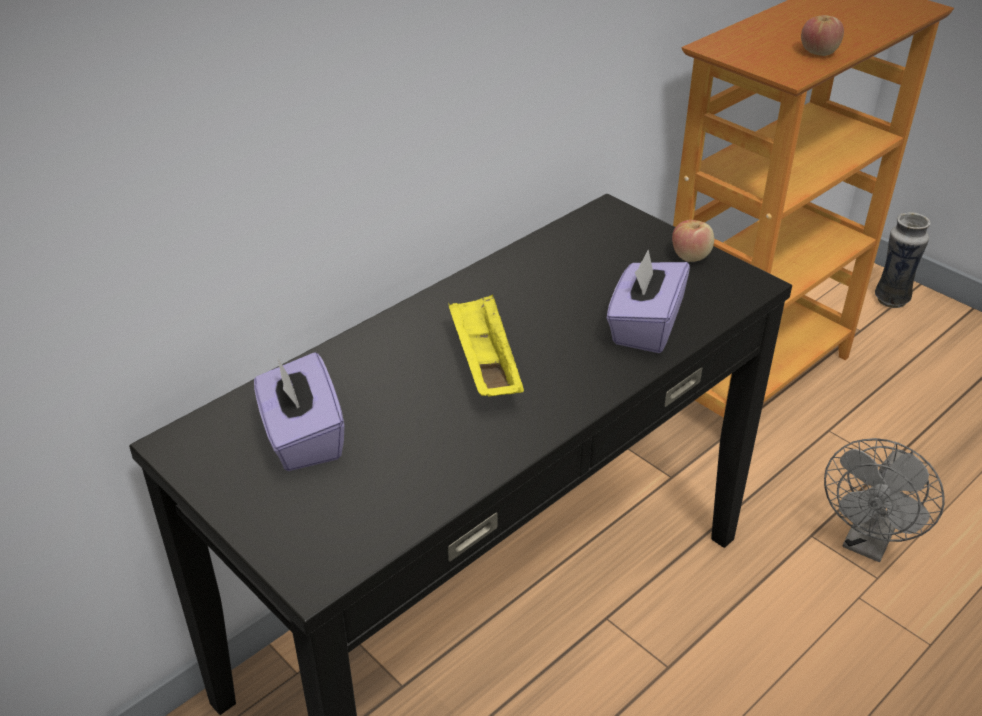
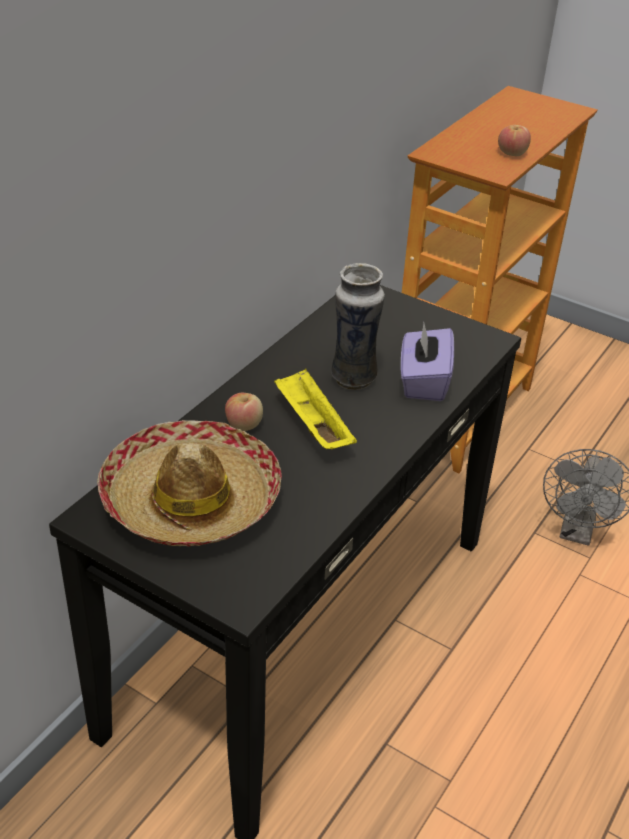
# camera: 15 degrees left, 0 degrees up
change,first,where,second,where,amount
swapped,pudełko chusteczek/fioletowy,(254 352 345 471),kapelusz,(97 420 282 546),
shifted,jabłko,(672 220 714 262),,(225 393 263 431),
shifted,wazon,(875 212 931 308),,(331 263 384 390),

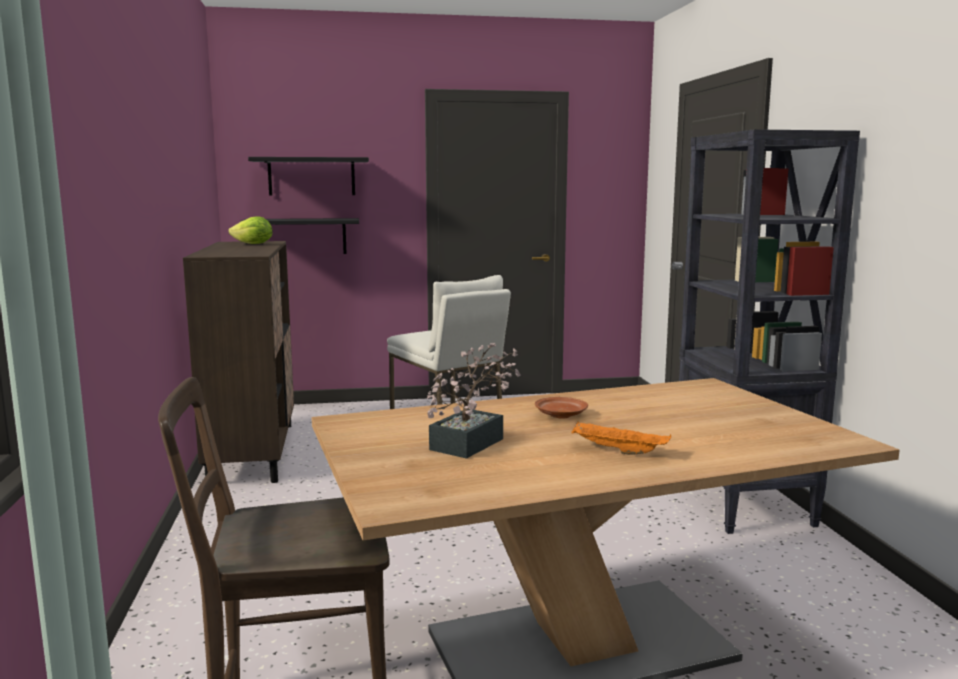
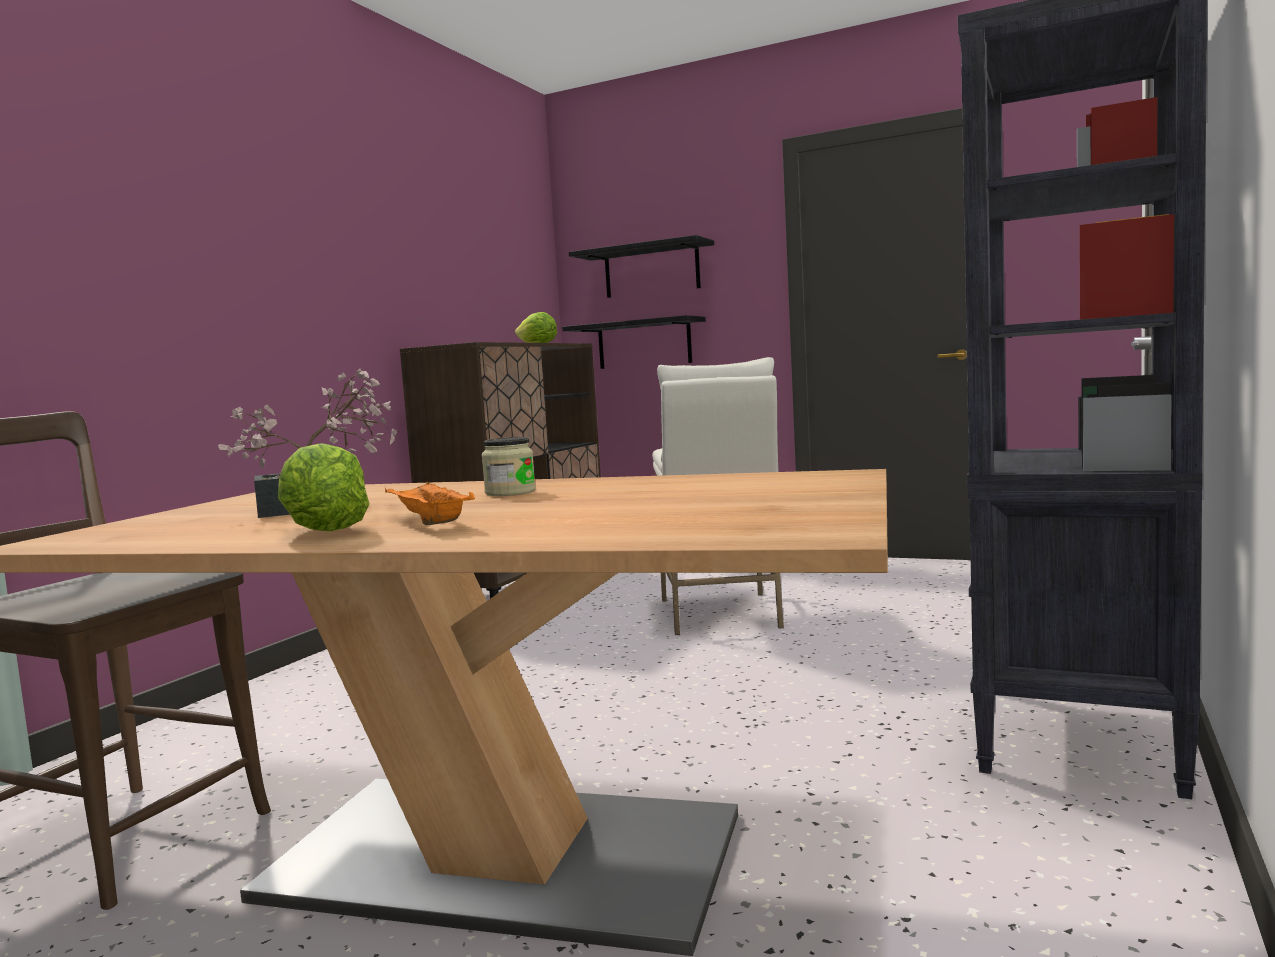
# camera: 35 degrees right, 5 degrees down
change,first,where,second,where,amount
swapped,talerz/brązowy,(535 397 588 419),słoik,(482 437 536 496),
new,,,sałata,(278 443 370 532),

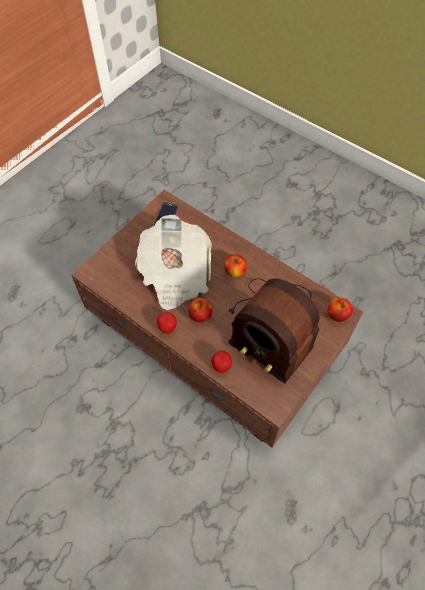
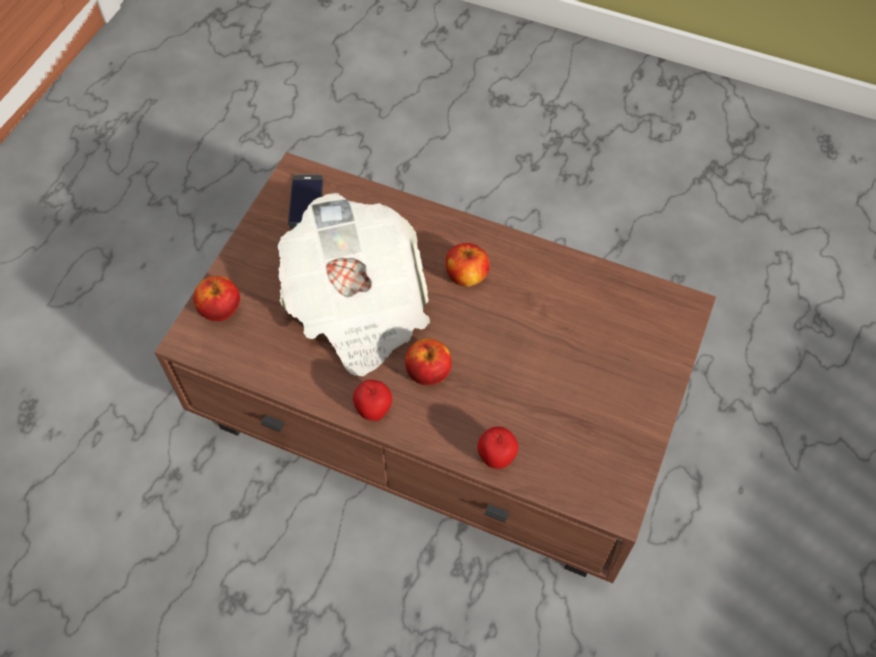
# camera: 15 degrees left, 0 degrees up
change,first,where,second,where,amount
gone,radio,(228 278 320 384),,,
shifted,jabłko,(327 298 353 322),,(194 276 240 321),

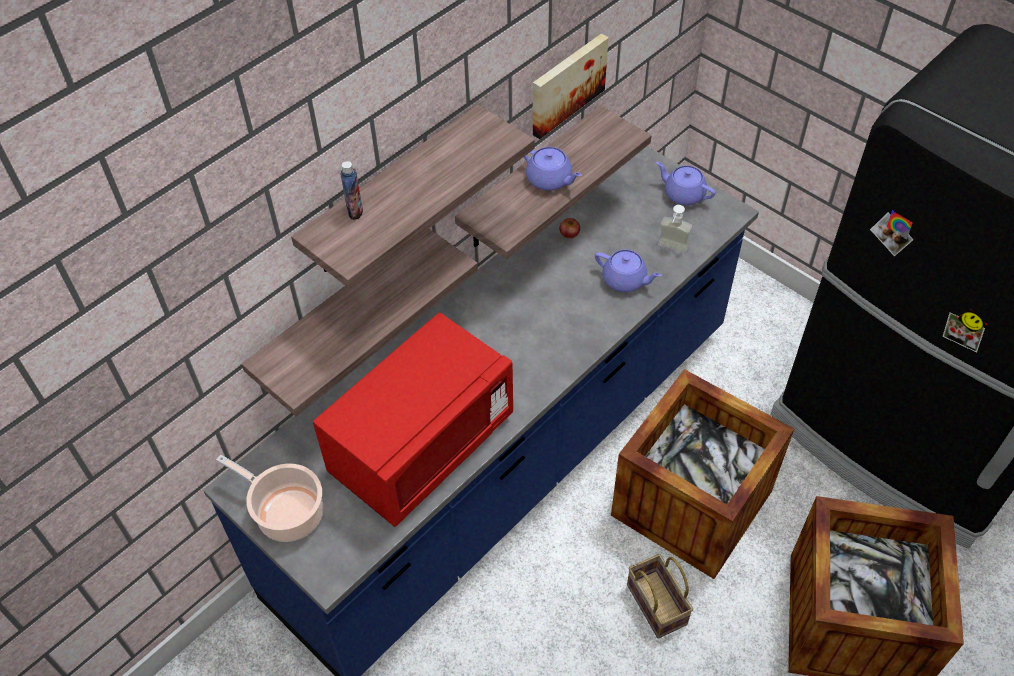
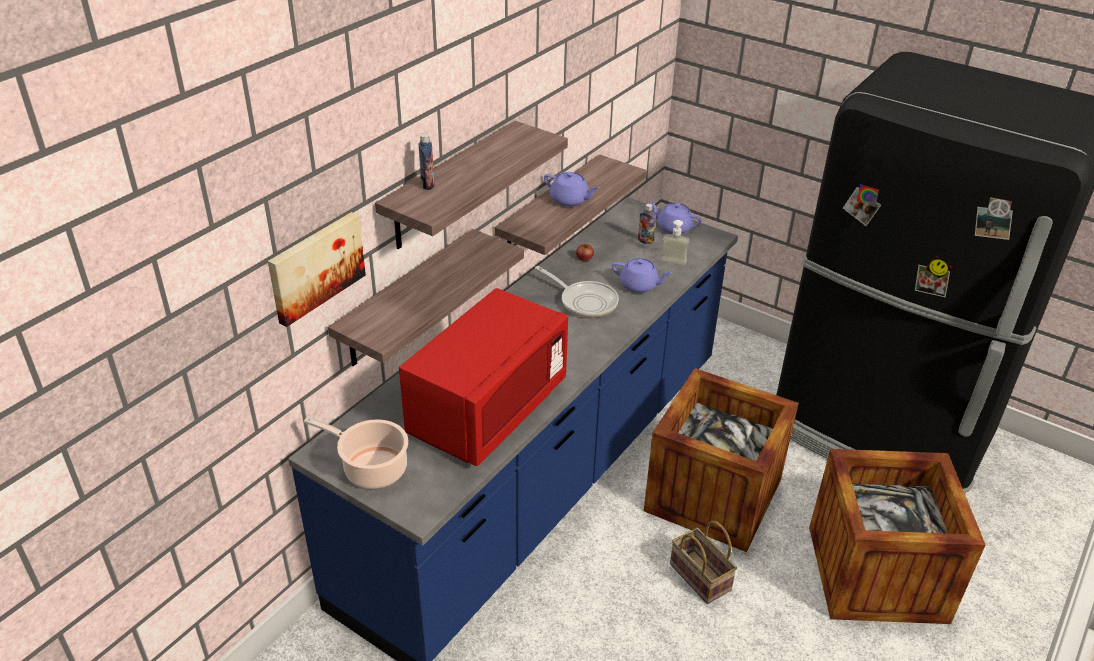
# camera: 10 degrees left, 15 degrees down
change,first,where,second,where,amount
shifted,obraz,(533 34 609 139),,(268 212 366 327),
new,,,patelnia,(535 266 619 318),
new,,,butelka,(638 204 656 244),

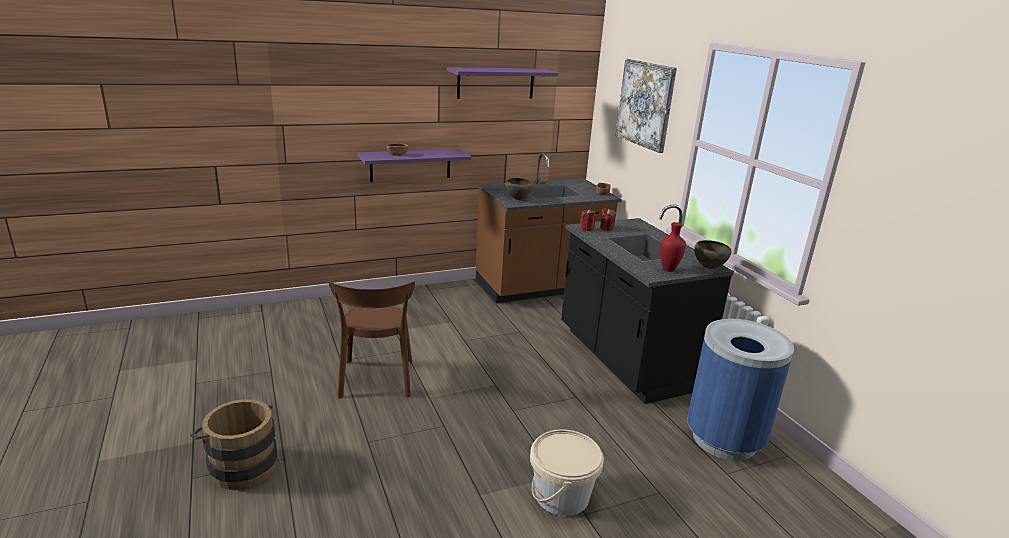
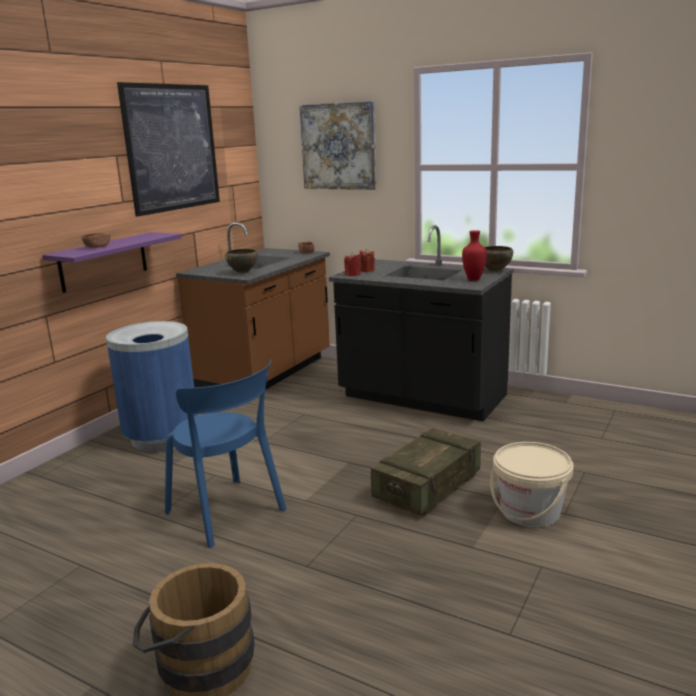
# camera: 35 degrees left, 5 degrees down
change,first,where,second,where,amount
repainted,krzesło/brązowy,(328 281 415 398),krzesło/niebieski,(165 359 286 548),
swapped,półka/fioletowy,(447 67 559 99),obraz,(117 82 220 216),
shifted,kosz na śmieci/niebieski,(687 319 794 461),,(106 321 198 452),
new,,,skrzynka,(371 428 481 516),

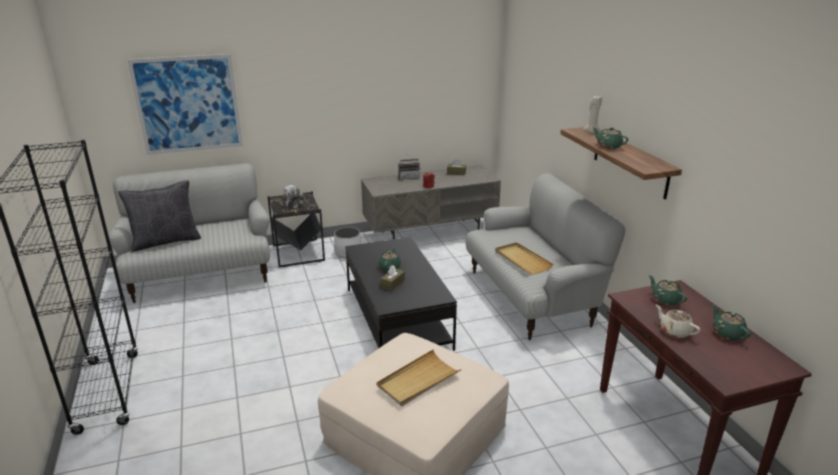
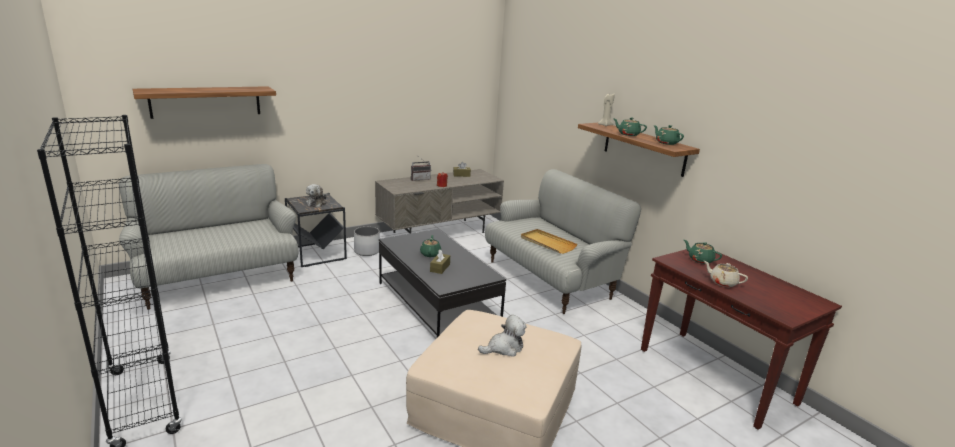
# camera: 15 degrees left, 5 degrees down
change,first,where,second,where,amount
gone,poduszka/czarny,(118 180 201 252),,,
swapped,obraz,(128 54 243 155),półka,(133 86 276 119),
swapped,taca/beżowy,(377 349 461 406),pluszak,(478 315 527 357),
shifted,imbryk/zielony,(712 304 751 340),,(654 125 684 145),

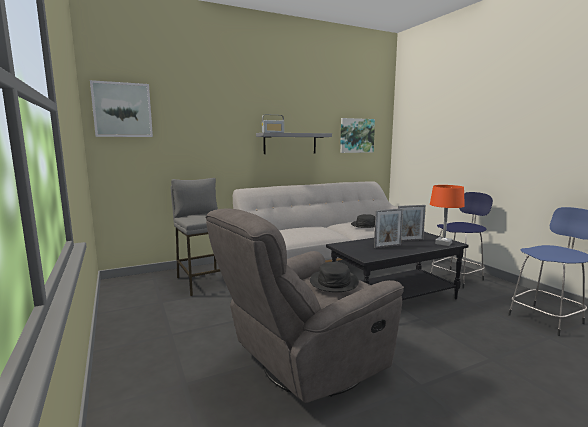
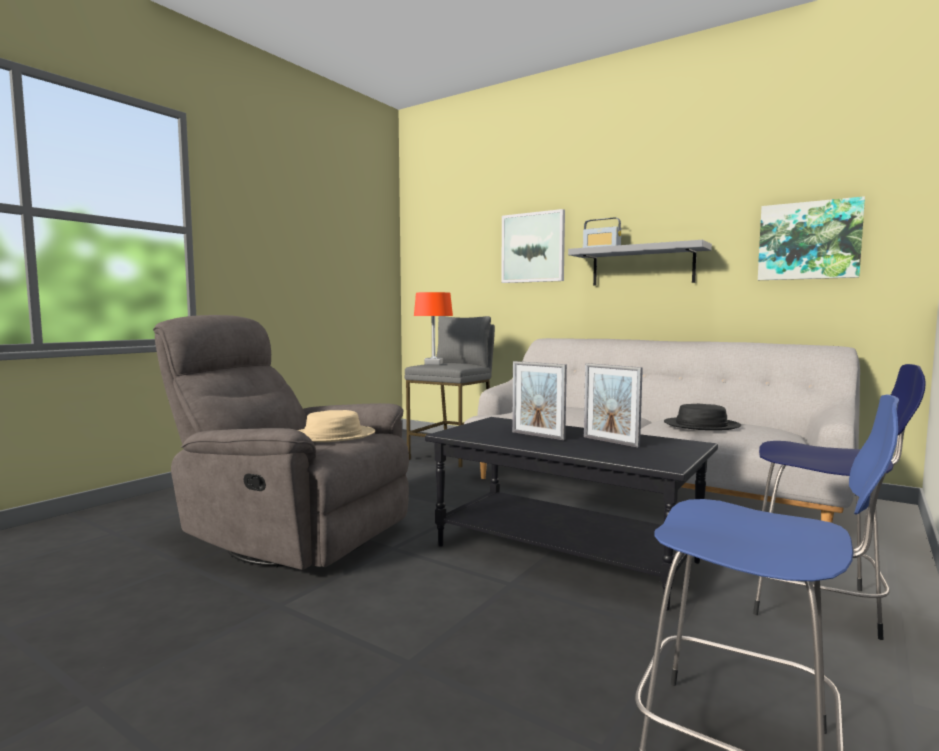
# camera: 60 degrees right, 5 degrees down
change,first,where,second,where,amount
shifted,obraz,(90 80 153 137),,(501 209 565 283),
repainted,kapelusz/czarny,(310 262 359 292),kapelusz/beżowy,(298 410 375 442),
shifted,lampa stołowa/pomarańczowy,(430 185 465 246),,(414 292 453 365),

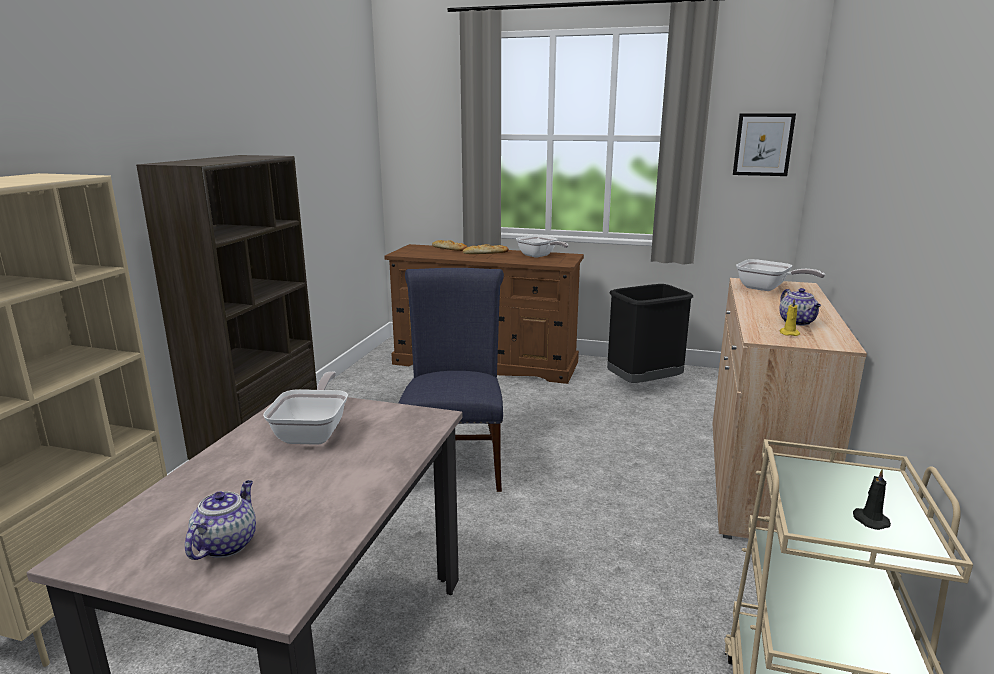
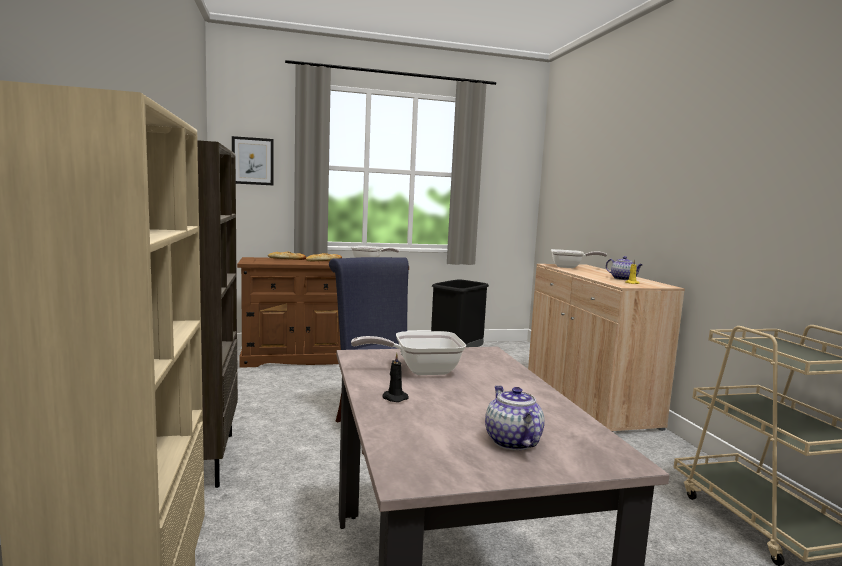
# camera: 30 degrees left, 10 degrees down
change,first,where,second,where,amount
rotated,patelnia,(263 371 348 445),,(351 331 466 375),75 degrees counterclockwise
shifted,obraz,(733 113 796 176),,(232 136 274 185),
shifted,świeca/czarny,(853 469 891 530),,(382 353 409 402),

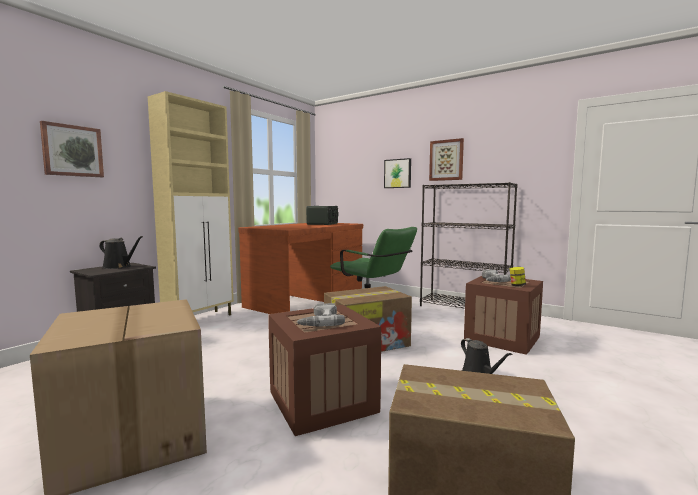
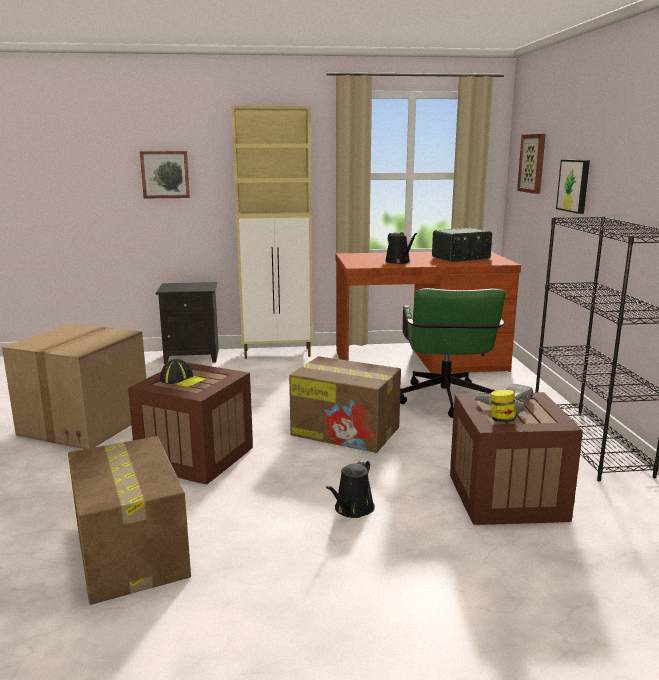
# camera: 50 degrees right, 10 degrees up
change,first,where,second,where,amount
shifted,konewka/czarny,(99 236 143 269),,(385 232 417 264),
swapped,wiertarka,(297 303 345 326),czapka z daszkiem,(160 359 206 387),
shifted,obraz,(429 138 464 181),,(517 134 546 194),

